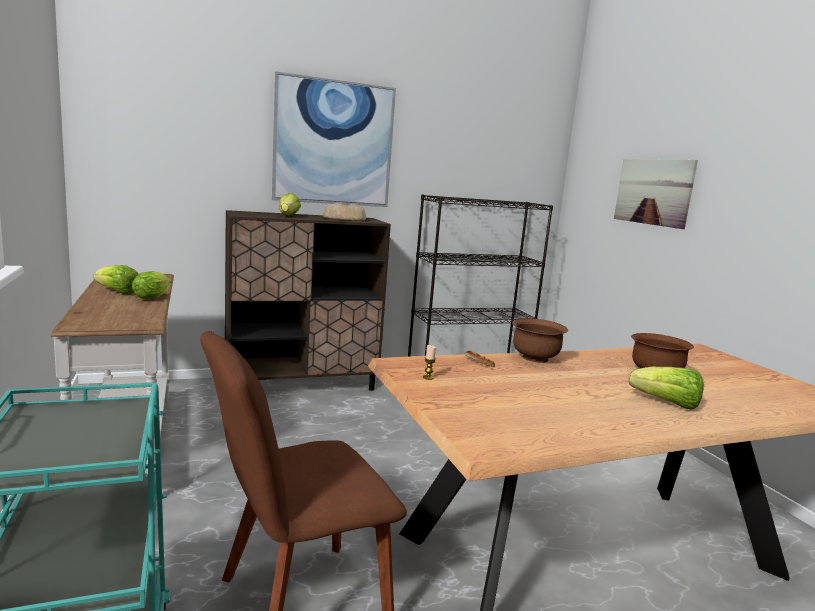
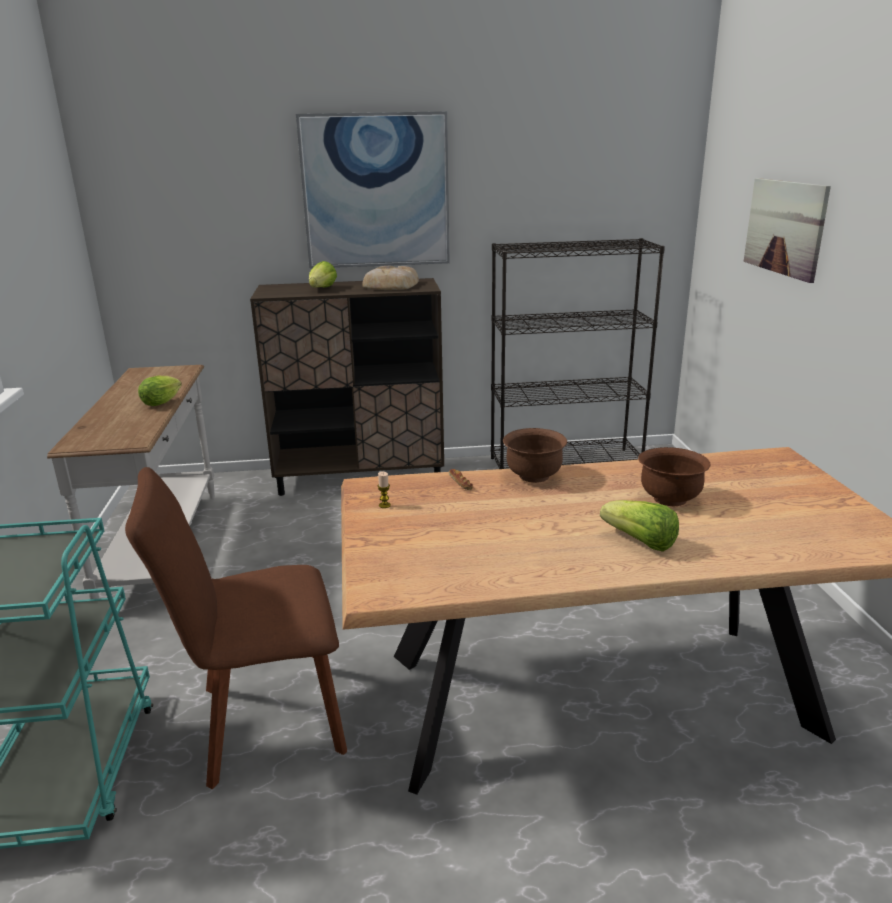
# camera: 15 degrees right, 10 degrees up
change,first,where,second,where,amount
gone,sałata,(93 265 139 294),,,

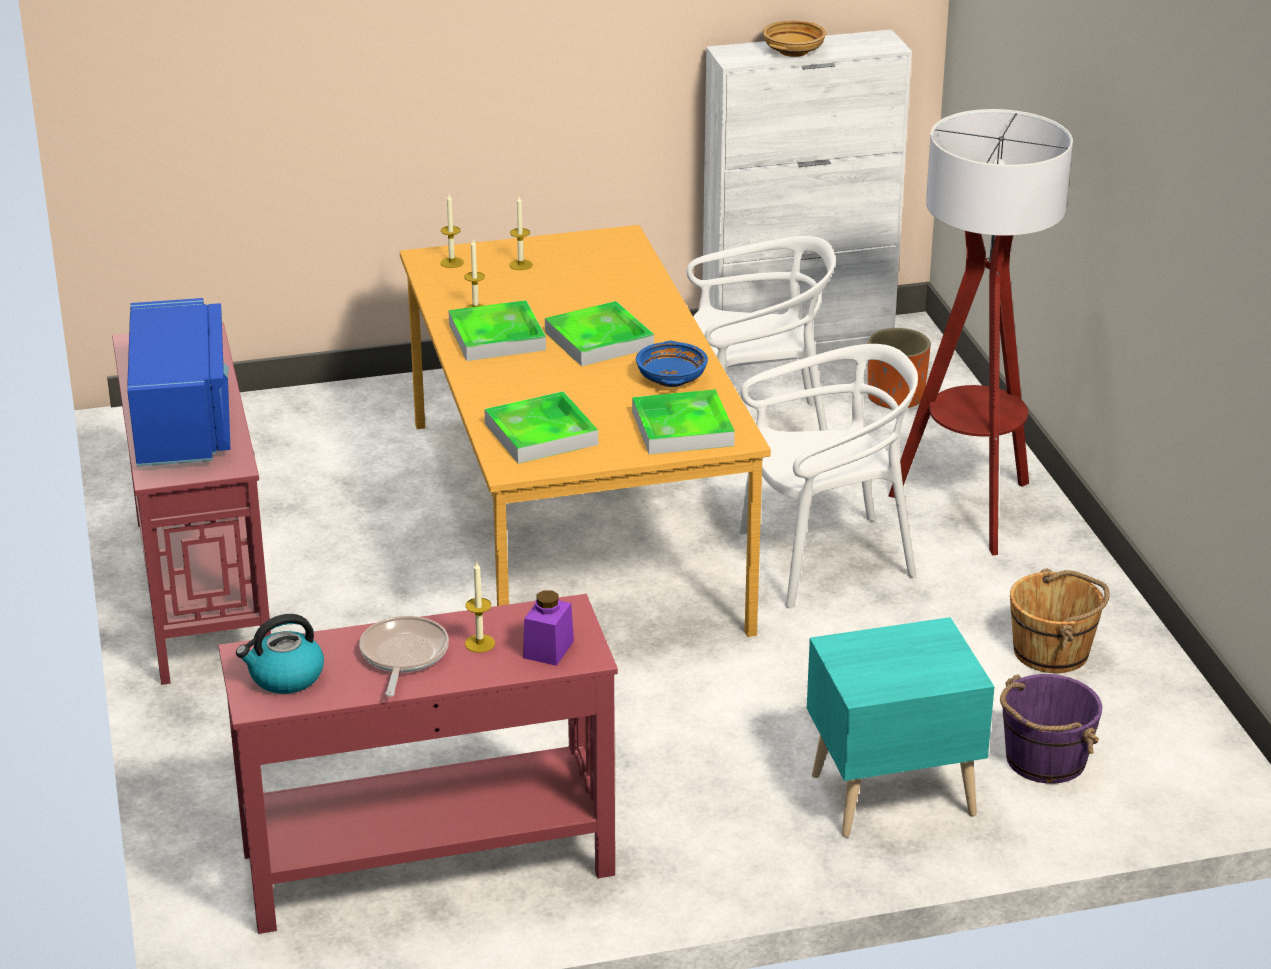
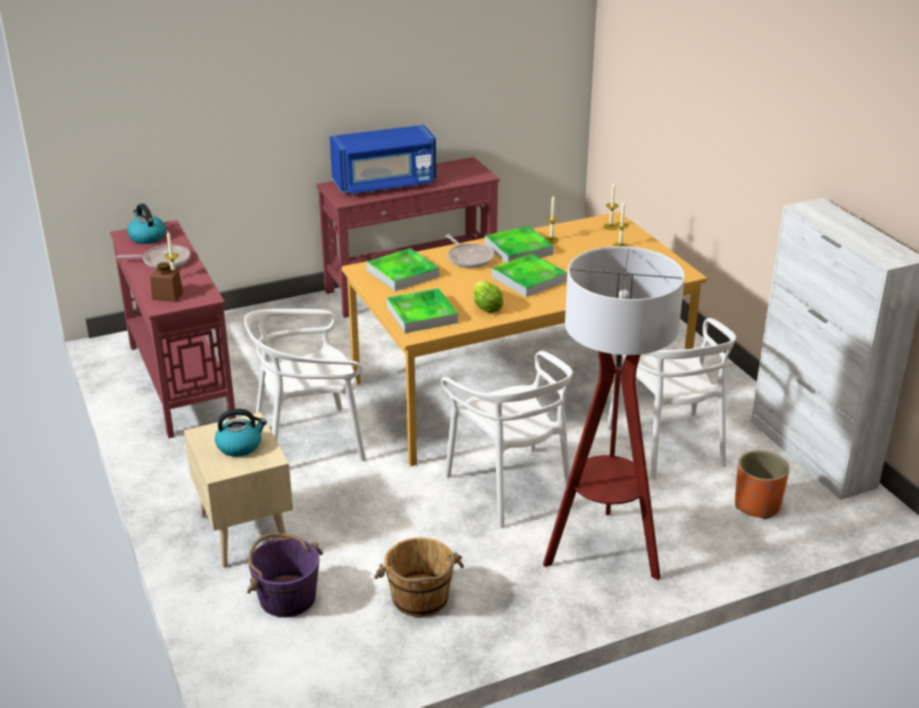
# camera: 80 degrees right, 0 degrees up
change,first,where,second,where,amount
repainted,słoik/fioletowy,(523 590 574 666),słoik/brązowy,(150 262 183 302),
swapped,miska/niebieski,(636 341 708 387),sałata,(473 280 503 313),
gone,miska/beżowy,(763 21 826 57),,,
repainted,szafka nocna/turkusowy,(807 617 995 837),szafka nocna/beżowy,(184 412 293 568),
new,,,czajnik,(215 408 267 457),
new,,,krzesło/biały,(244 309 366 461),
new,,,patelnia,(446 235 494 268),

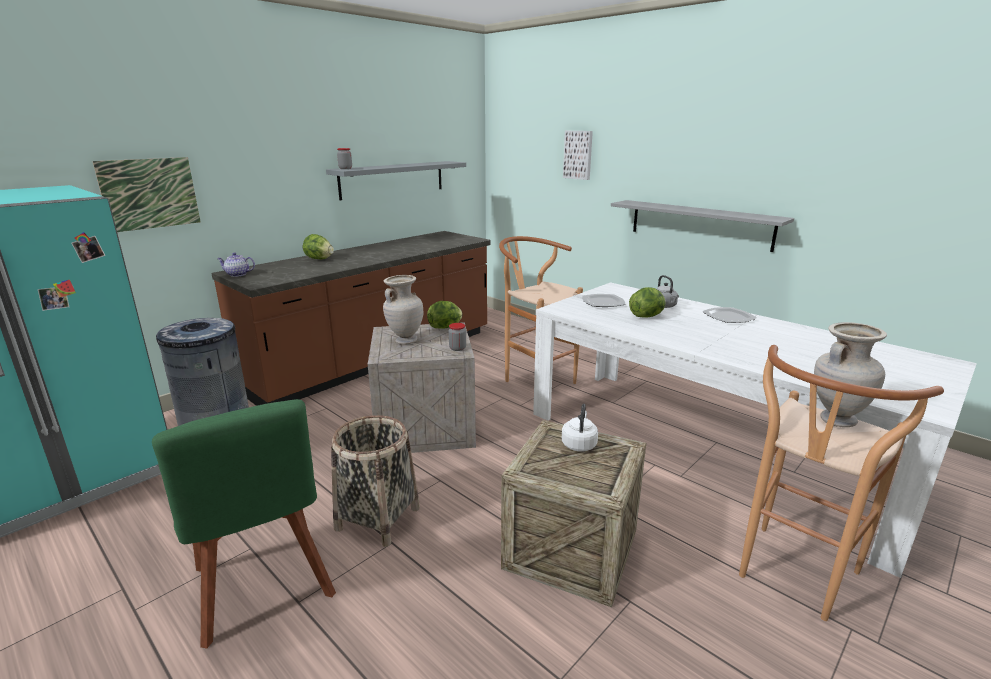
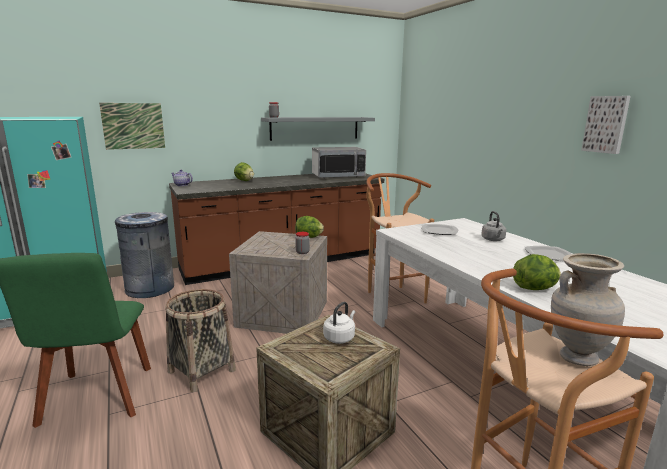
# camera: 20 degrees right, 5 degrees down
change,first,where,second,where,amount
gone,wazon/beżowy,(383 275 423 345),,,
shifted,obraz,(563 131 593 180),,(581 96 631 154),
gone,półka/szary,(611 200 794 252),,,
shifted,sałata,(629 287 666 318),,(513 254 561 290),
new,,,mikrofalówka,(312 147 366 178),

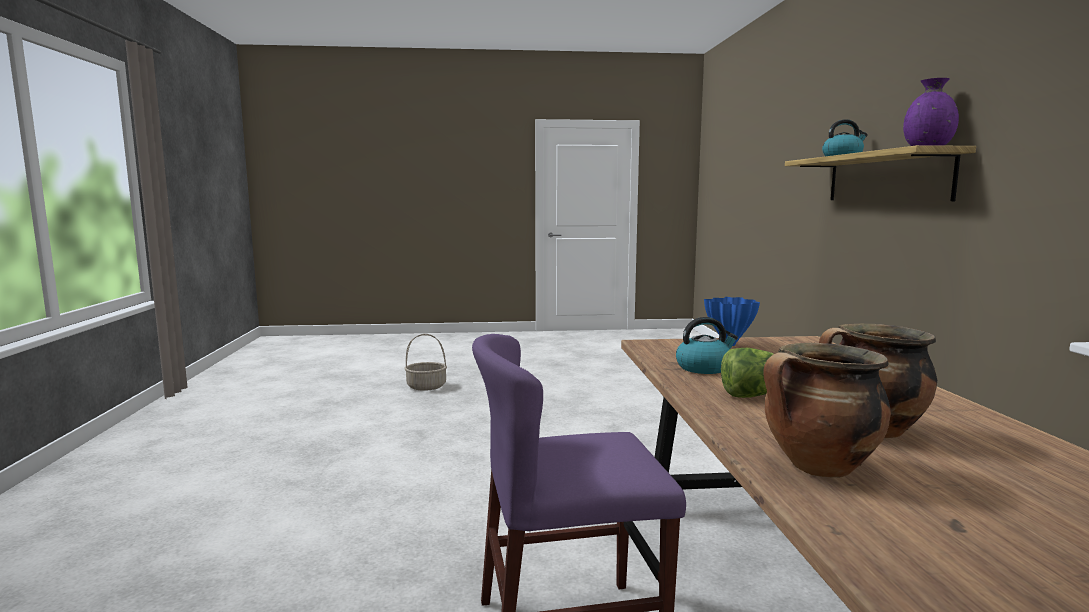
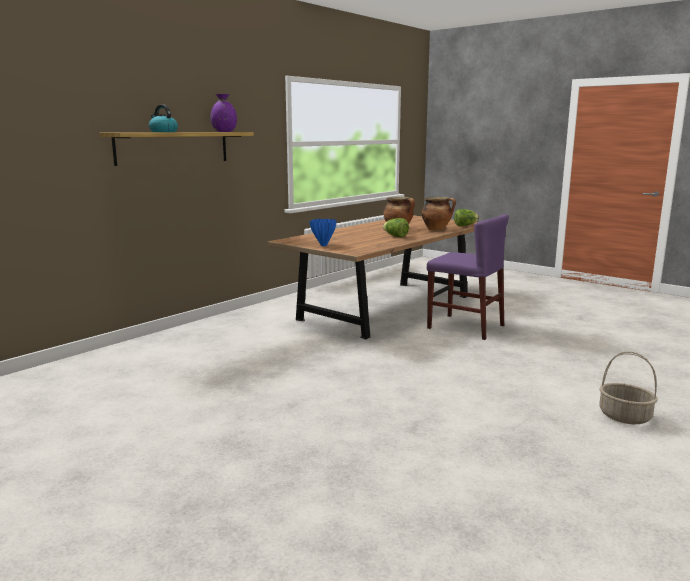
# camera: 135 degrees left, 5 degrees up
change,first,where,second,where,amount
shifted,koszyk,(404 334 447 391),,(599 352 658 424),
gone,czajnik,(676 317 738 374),,,
new,,,sałata,(454 209 479 226),

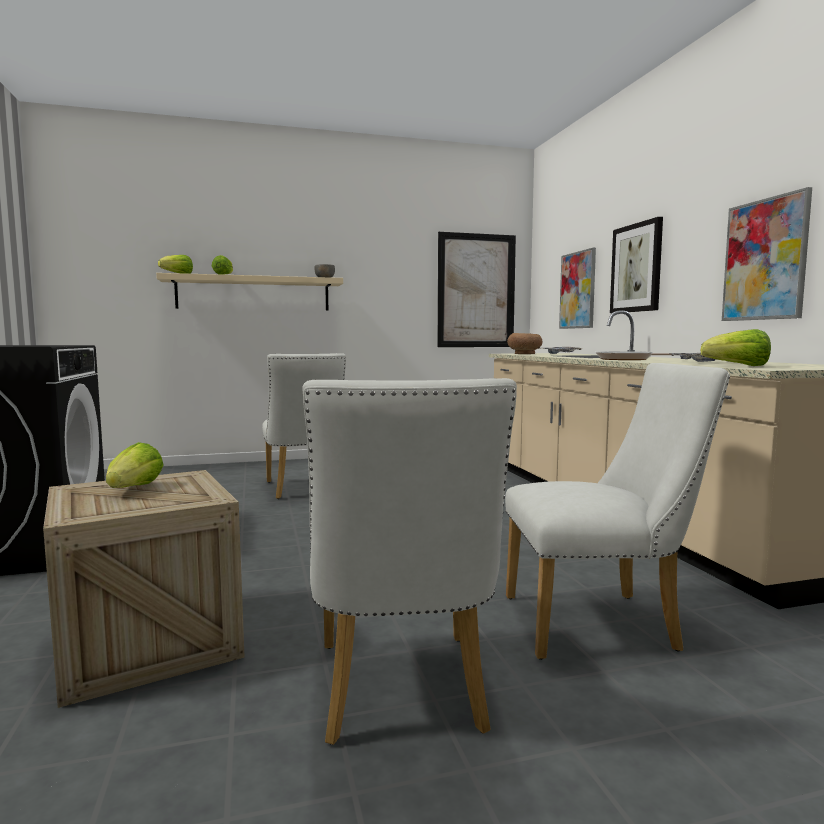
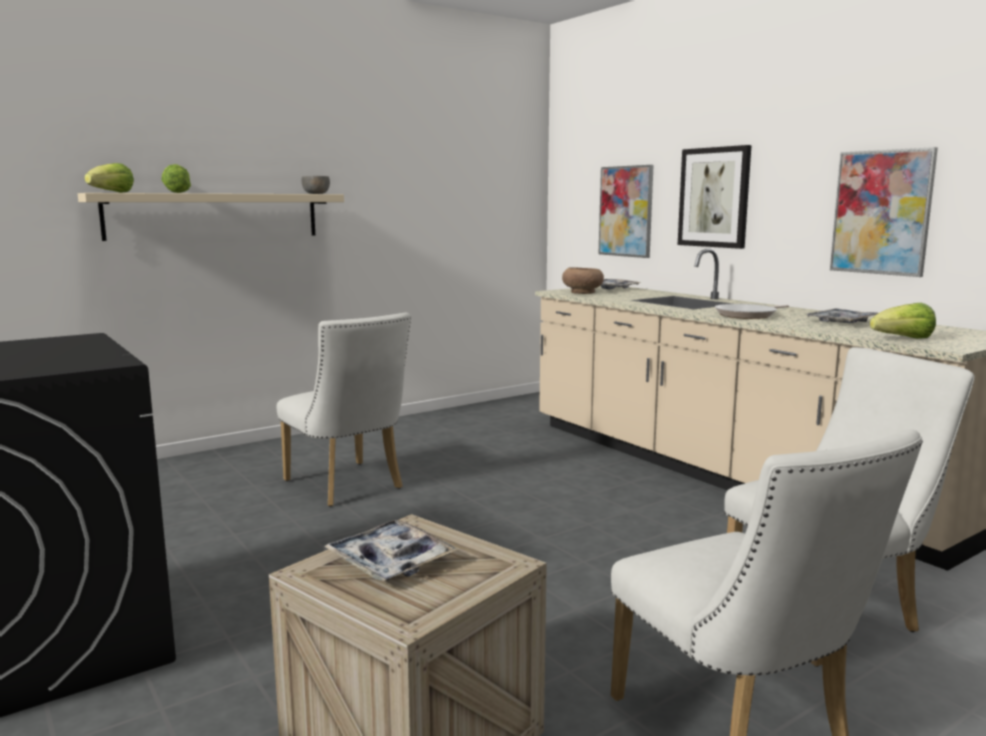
# camera: 20 degrees left, 5 degrees up
change,first,where,second,where,amount
swapped,sałata,(106 442 164 488),taca,(323 520 459 581),
gone,obraz,(438 232 516 347),,,

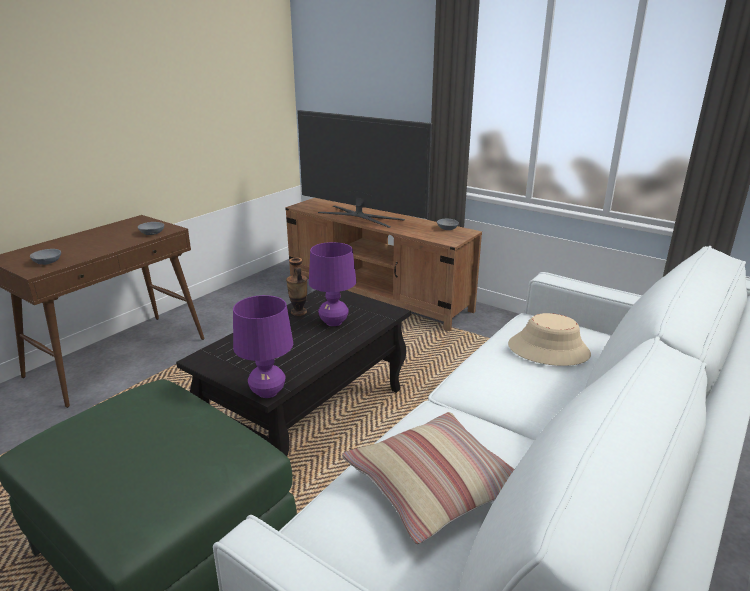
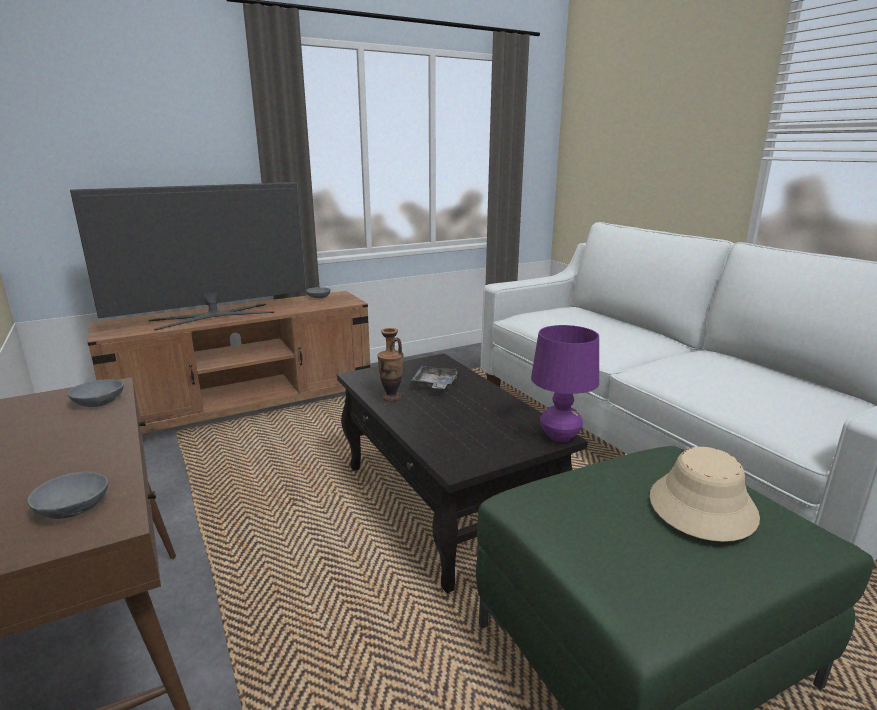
# camera: 65 degrees left, 5 degrees down
change,first,where,second,where,amount
swapped,lampa stołowa/fioletowy,(309 242 356 326),taca/szary,(411 366 459 390),
gone,poduszka,(342 412 514 544),,,
shifted,kapelusz/beżowy,(508 313 591 366),,(650 447 760 542),

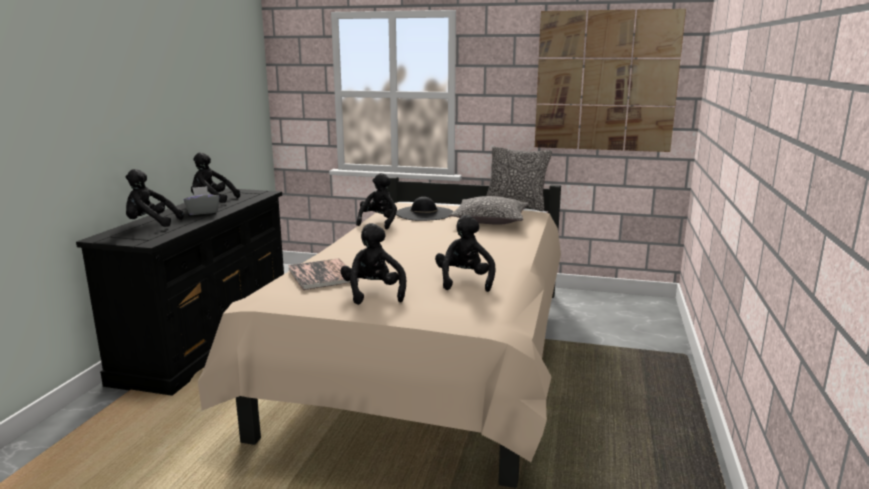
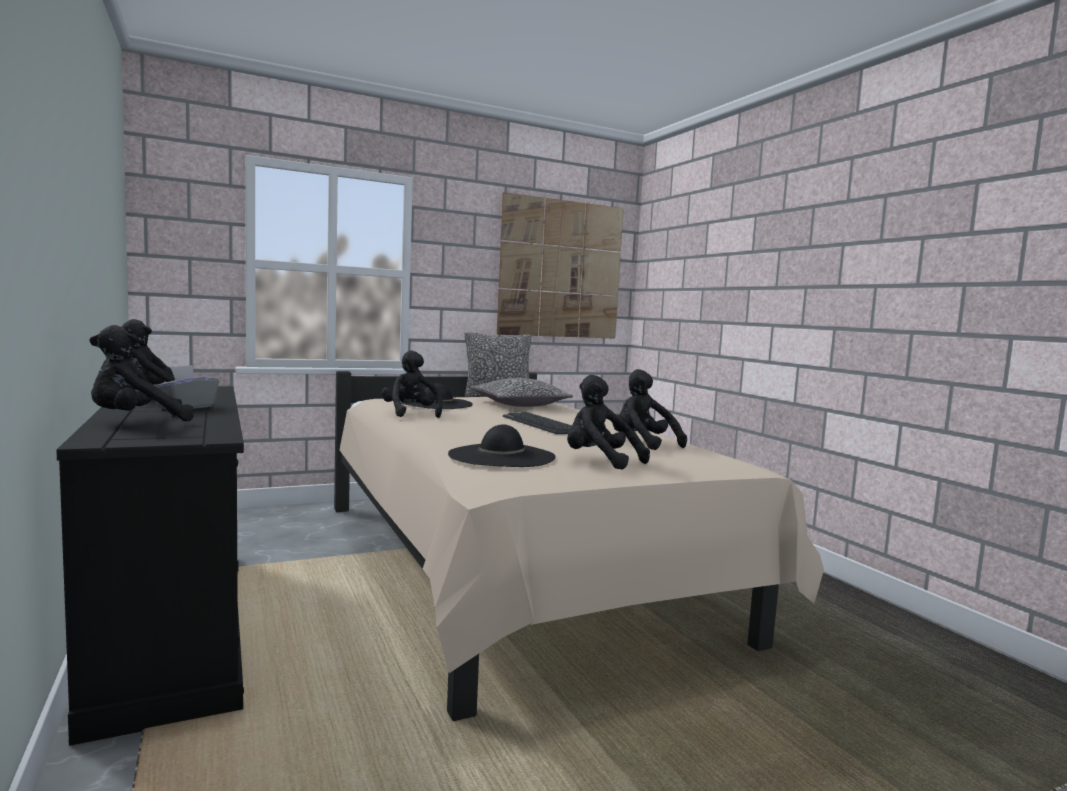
# camera: 40 degrees left, 10 degrees down
change,first,where,second,where,amount
swapped,książka,(288 258 359 290),kapelusz/czarny,(448 425 556 467),
new,,,klawiatura,(503 412 572 434),

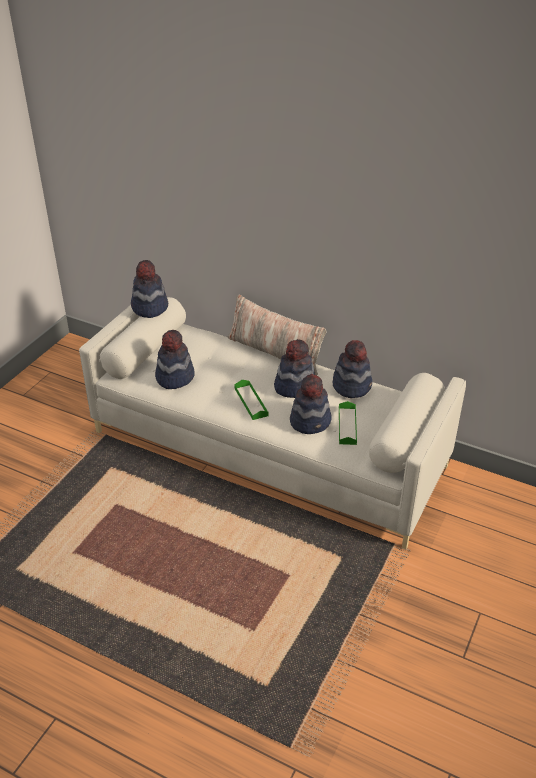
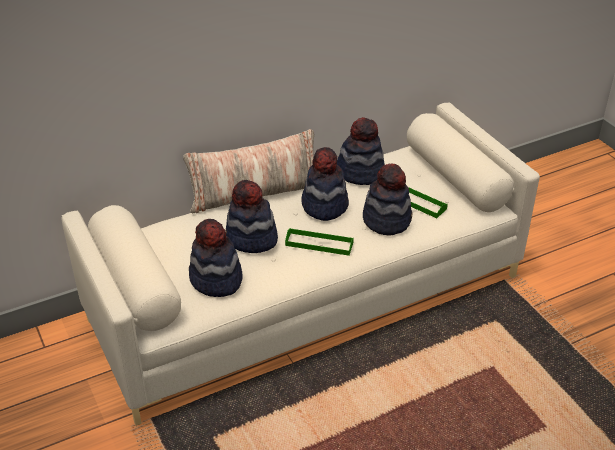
# camera: 55 degrees left, 0 degrees up
change,first,where,second,where,amount
shifted,kapelusz,(131 260 168 318),,(225 180 278 253),

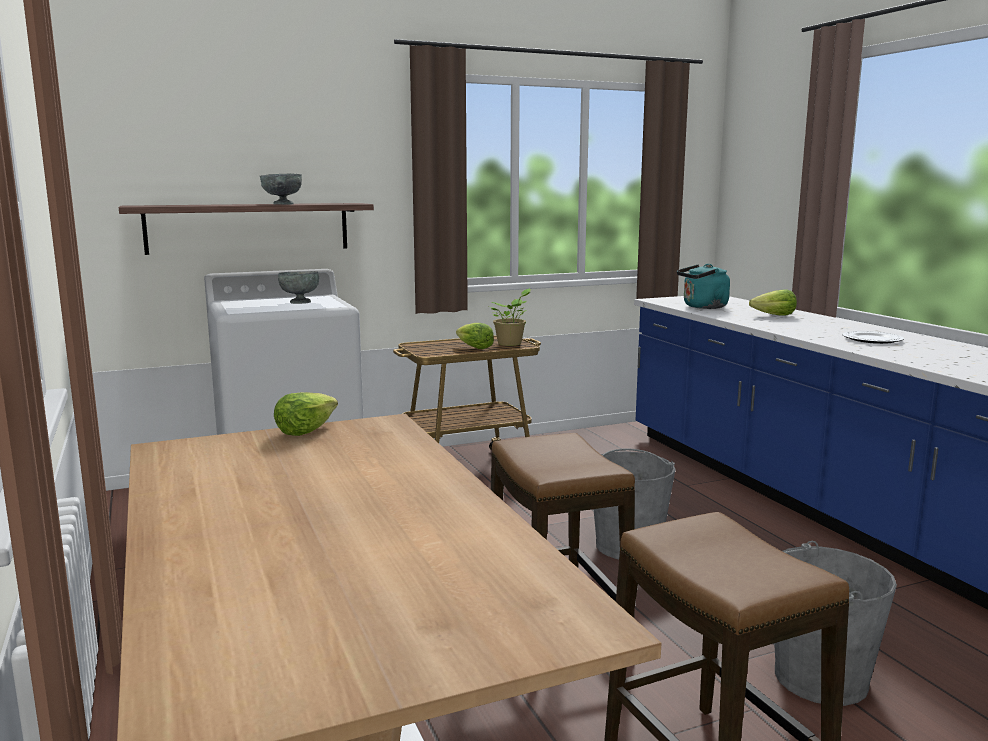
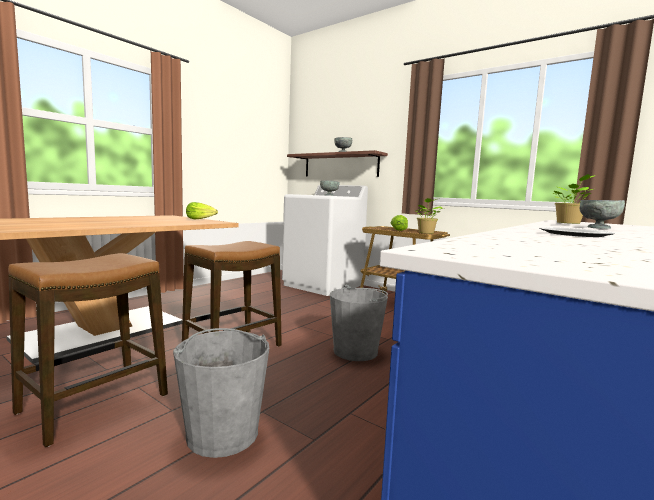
# camera: 60 degrees right, 5 degrees down
change,first,where,second,where,amount
swapped,czajnik/turkusowy,(677 264 730 309),roślina doniczkowa,(553 174 595 224),
swapped,sałata,(749 289 797 316),miska/szary,(579 200 625 229),

